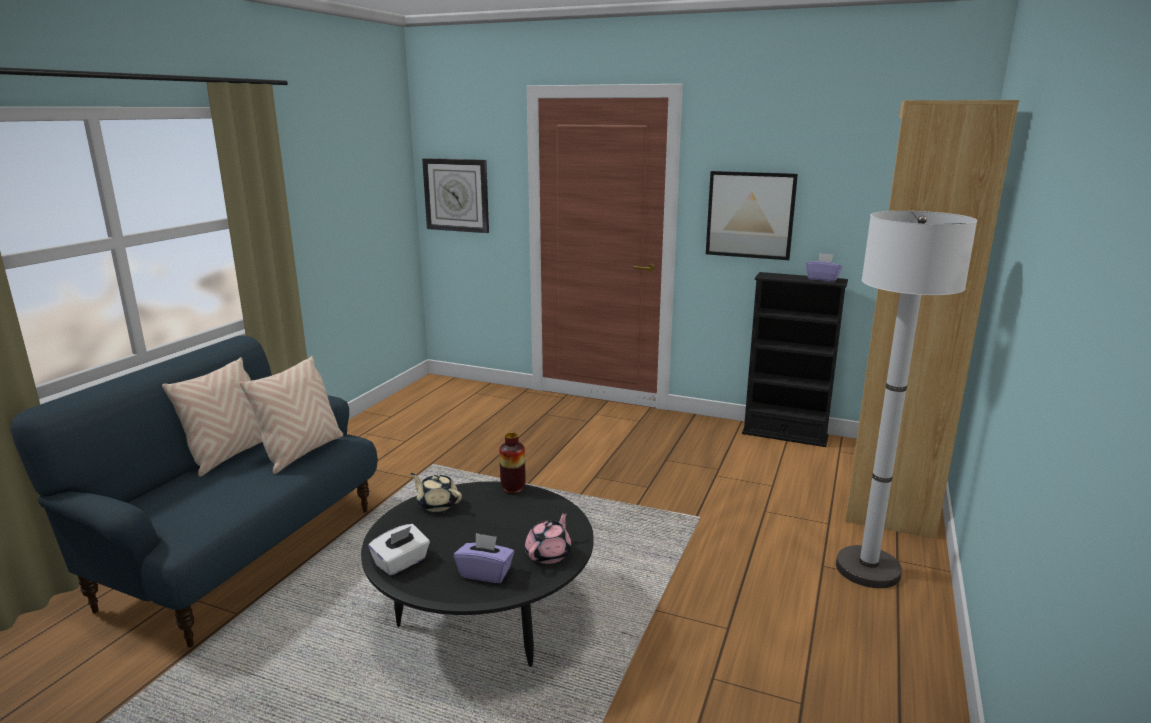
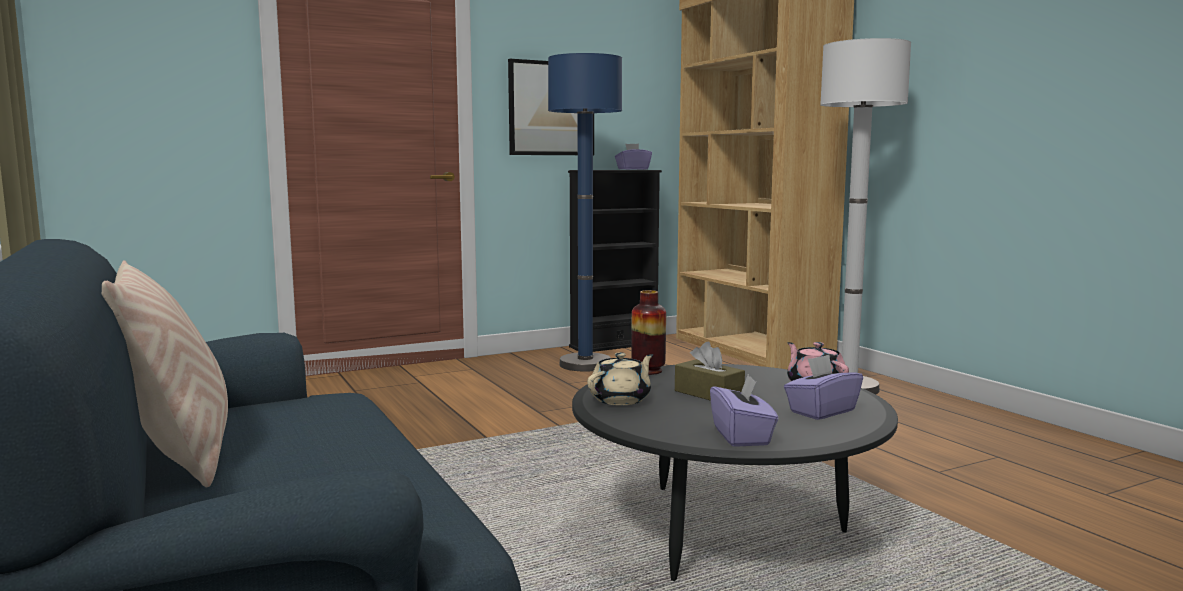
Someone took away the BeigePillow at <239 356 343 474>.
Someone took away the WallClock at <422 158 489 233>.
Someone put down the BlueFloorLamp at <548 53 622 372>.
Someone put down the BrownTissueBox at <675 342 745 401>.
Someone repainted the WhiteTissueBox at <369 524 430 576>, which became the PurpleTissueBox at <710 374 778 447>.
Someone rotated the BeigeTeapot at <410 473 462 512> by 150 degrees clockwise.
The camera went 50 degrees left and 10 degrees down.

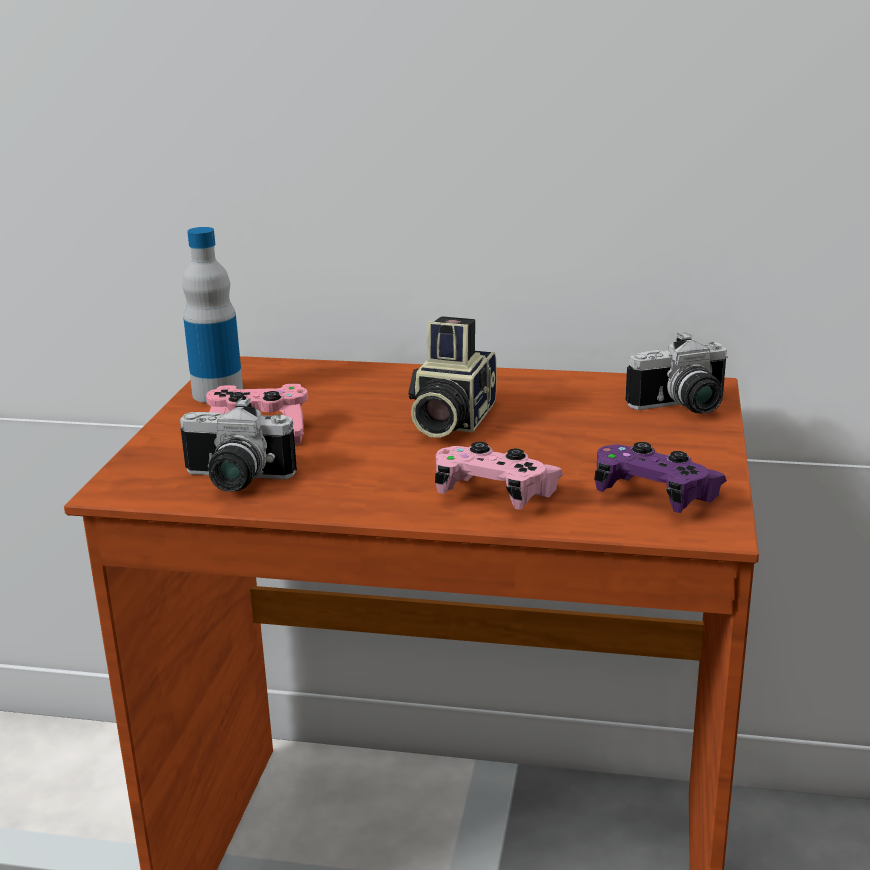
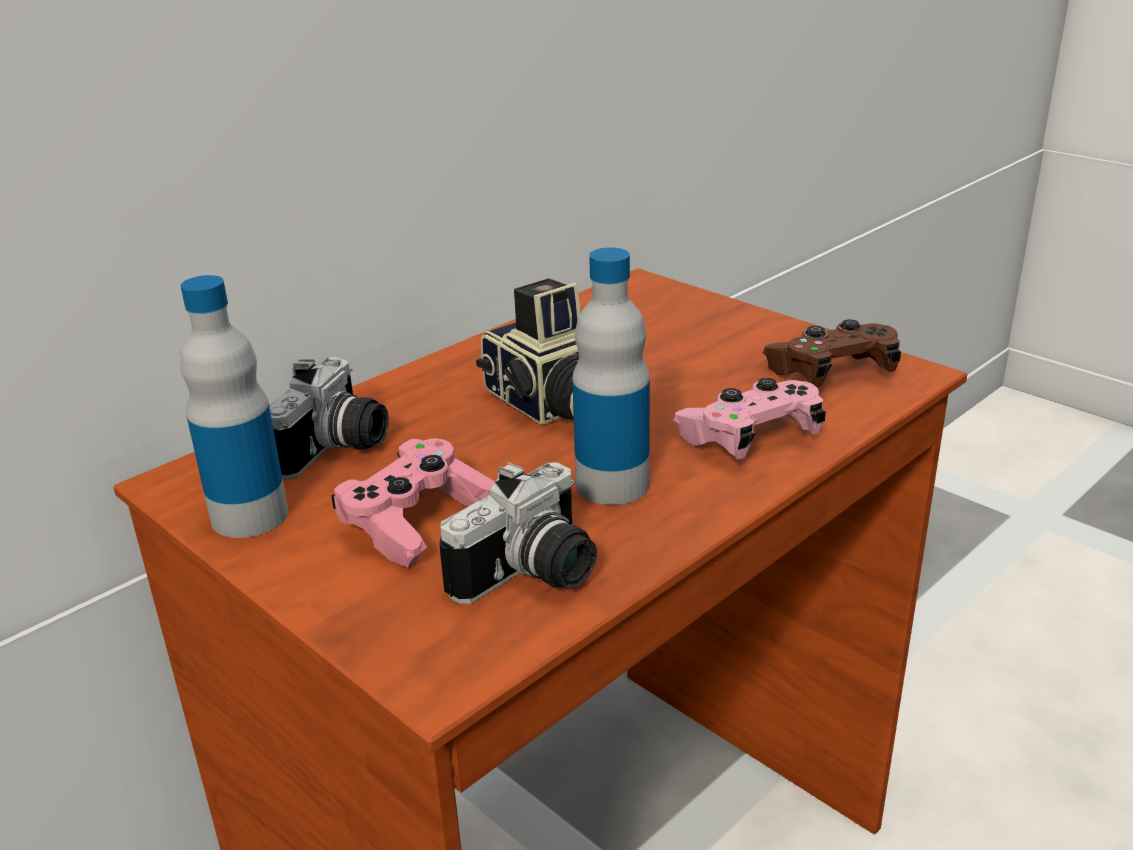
Someone put down the Bottle at <572 247 650 505>.
Someone carried the PhotoCamera from <626 332 728 413> to <269 357 389 480>.
Someone repainted the PurpleGameController at <594 442 727 513>, which became the BrownGameController at <762 319 901 387>.
The camera went 55 degrees left and 5 degrees up.

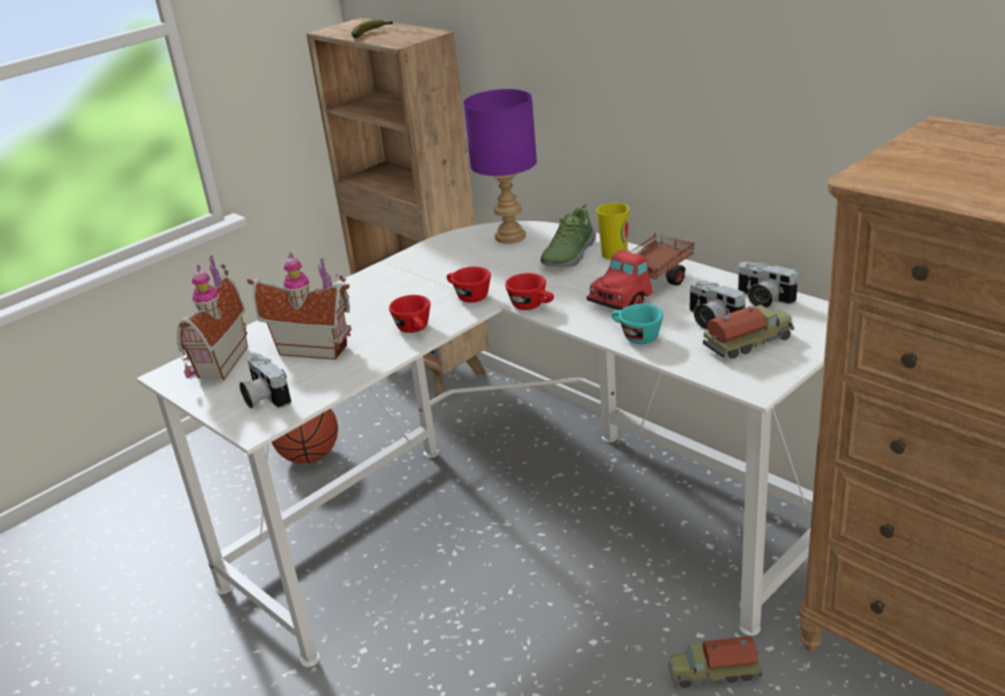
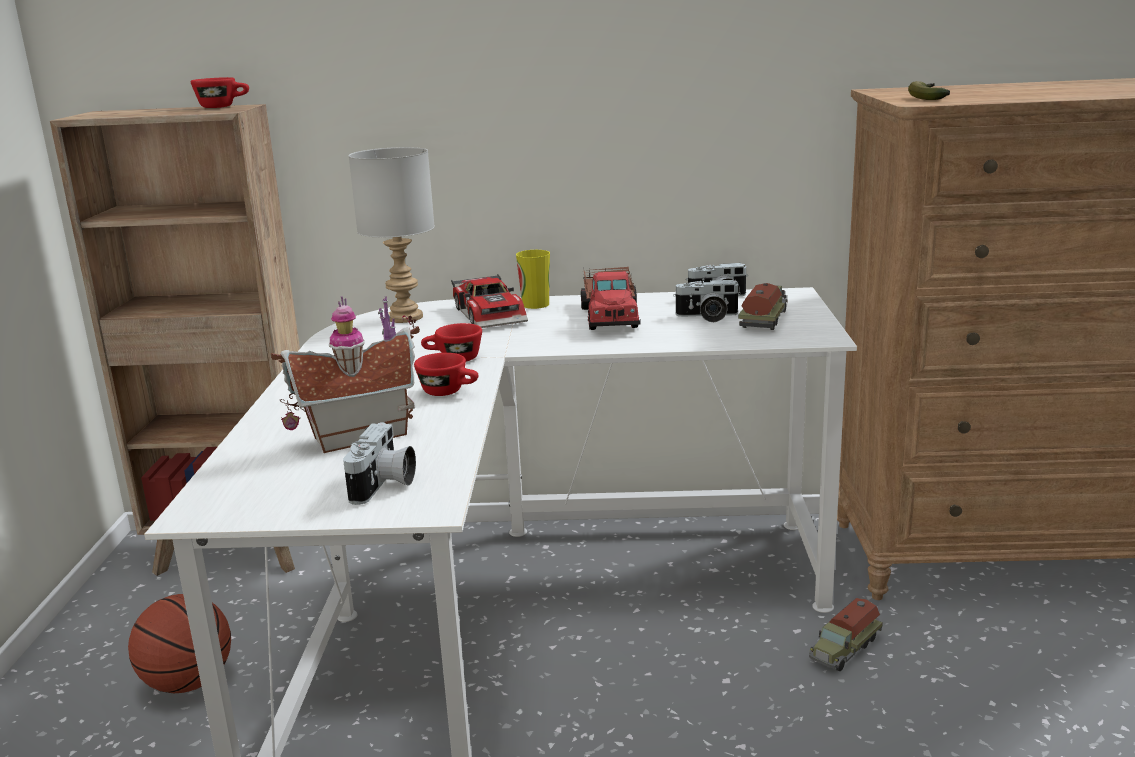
Someone took away the ToyHouse at <177 255 248 380>.
Someone took away the TurquoiseCup at <611 304 663 344>.
Someone carried the Banana from <351 19 394 38> to <908 81 950 100>.
Someone carried the RedCup from <505 273 554 310> to <191 77 249 108>.
Someone swapped the Shoe at <541 204 596 268> for the ToyCar at <451 274 528 328>.
Someone repainted the PurpleTableLamp at <463 89 537 244>, which became the GreyTableLamp at <348 147 435 323>.
Someone rotated the PhotoCamera at <239 354 292 408> by 90 degrees counterclockwise.
The camera went 45 degrees left and 10 degrees down.

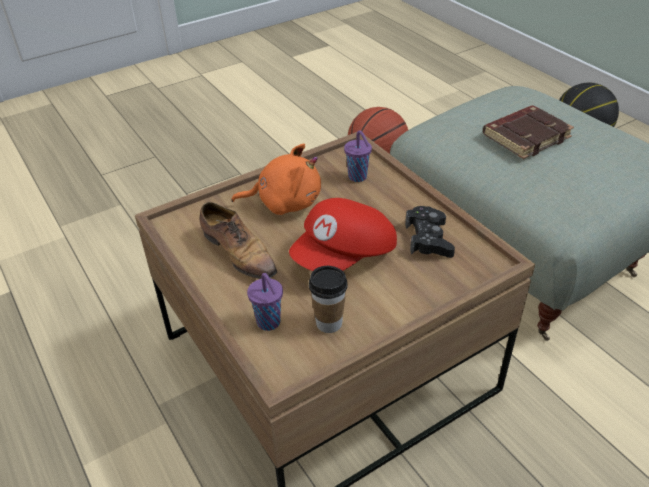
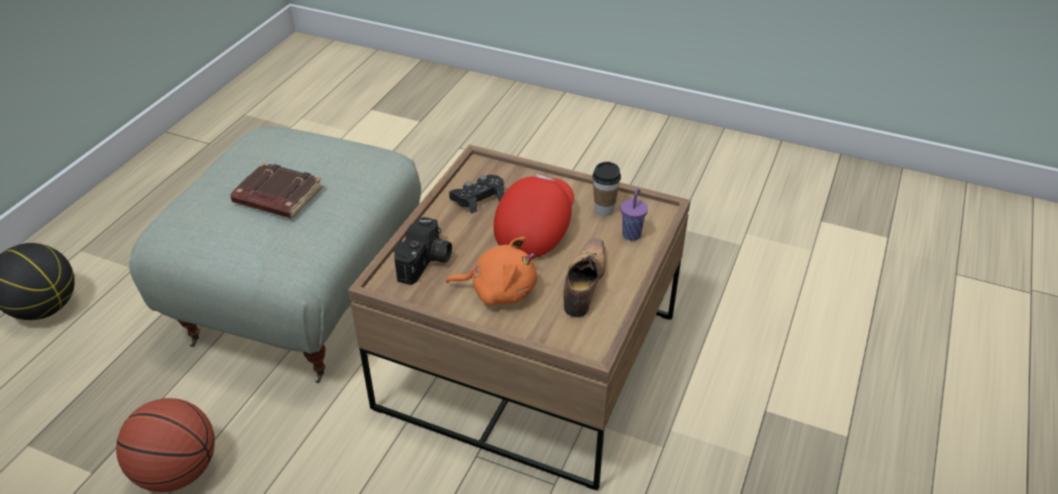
Someone swapped the PurpleCup at <344 130 372 182> for the PhotoCamera at <394 217 452 285>.
Someone rotated the OrangePlushToy at <232 144 321 215> by 135 degrees clockwise.
Someone rotated the RedCap at <289 198 397 271> by 75 degrees counterclockwise.
The camera went 125 degrees left and 0 degrees up.

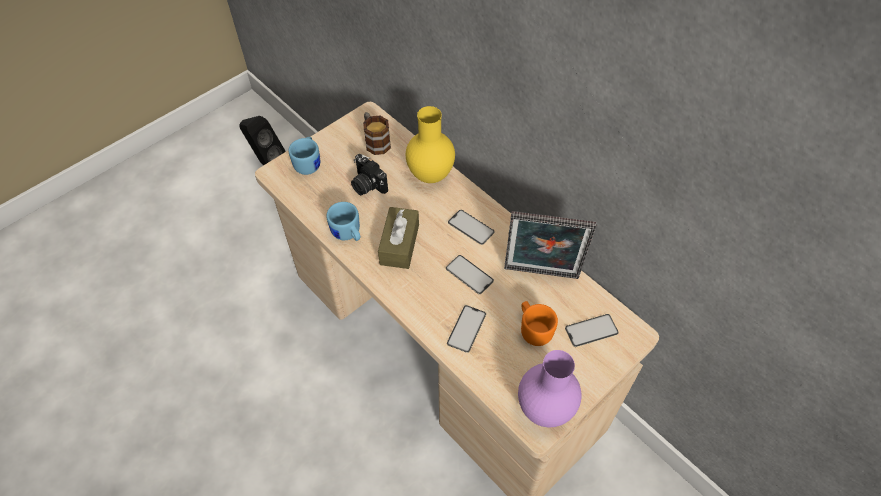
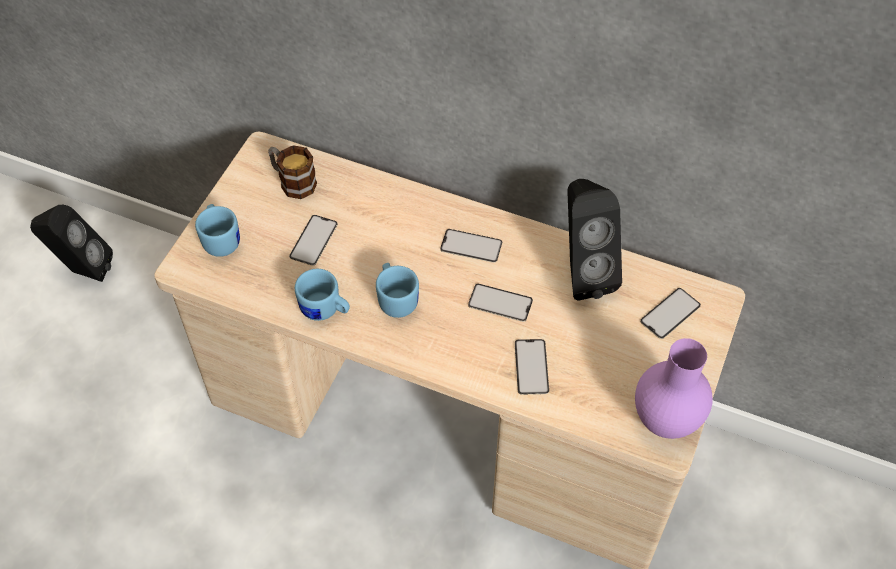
Someone took away the YellowVase at <406 106 455 183>.
Someone took away the OrangeMug at <521 301 558 346>.
Someone swapped the PhotoCamera at <351 154 388 195> for the Phone at <289 215 338 266>.
Someone swapped the BrownTissueBox at <378 207 419 269> for the BlueMug at <376 263 419 318>.
Someone swapped the PictureFrame at <504 211 596 279> for the BlackSpeaker at <568 179 622 300>.
The camera went 25 degrees left and 0 degrees up.

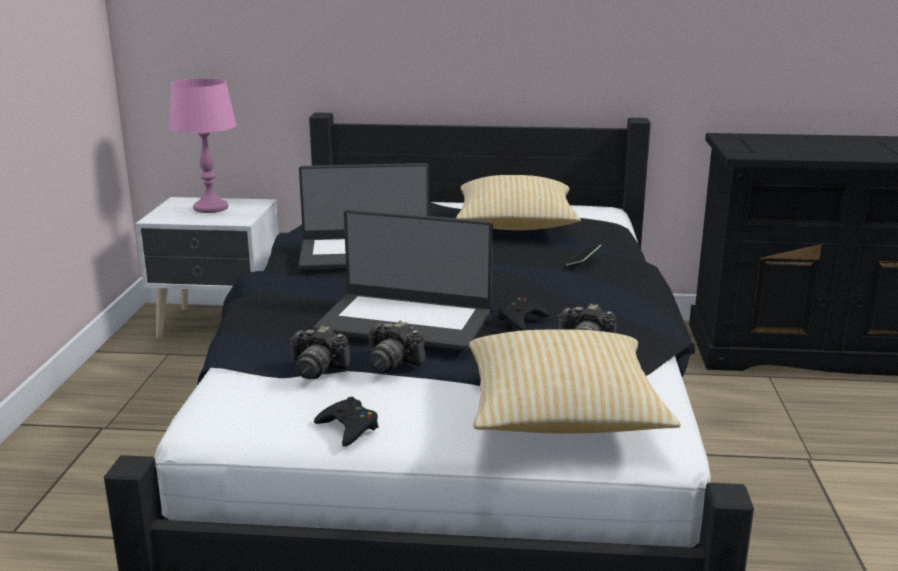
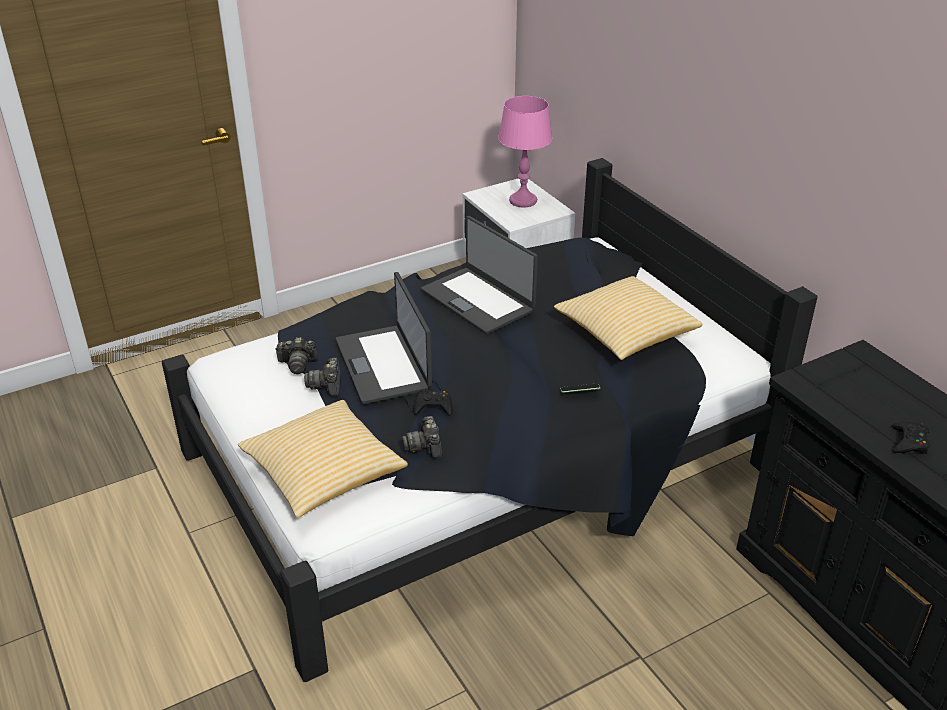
Someone carried the BlackGameController from <314 397 379 447> to <891 422 930 454>.
Someone rotated the PhotoCamera at <290 326 351 379> by 75 degrees counterclockwise.
The camera went 55 degrees right and 15 degrees up.

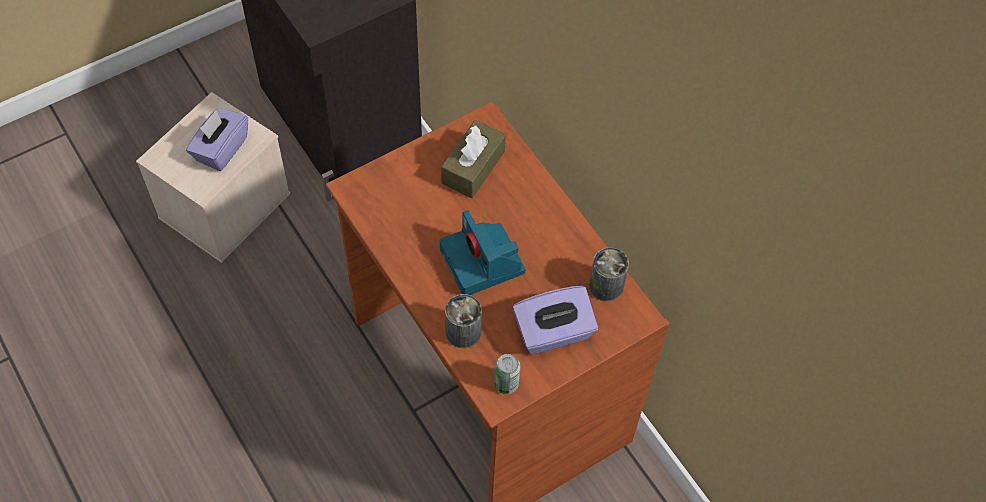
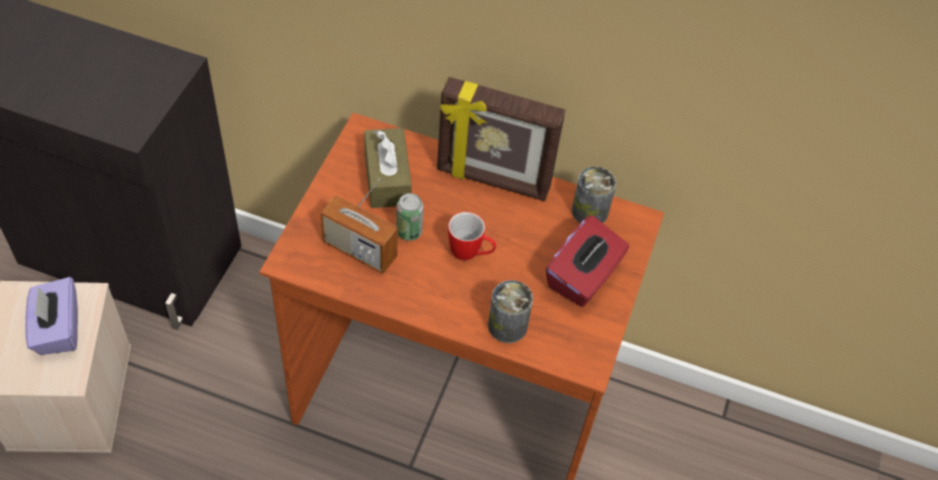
Someone put down the Radio at <320 178 398 274>.
Someone put down the PictureFrame at <437 77 565 201>.
Someone carried the Can from <494 354 520 394> to <396 193 423 241>.
Someone swapped the PhotoCamera at <439 211 525 295> for the Mug at <448 212 496 261>.
Someone repainted the PurpleTissueBox at <512 286 598 354>, which became the RedTissueBox at <546 215 629 307>.
The camera went 40 degrees left and 5 degrees down.

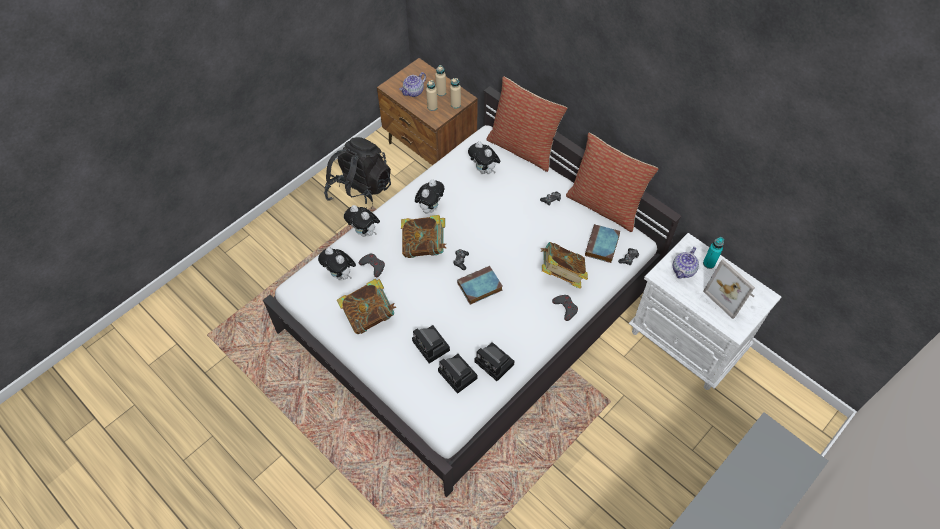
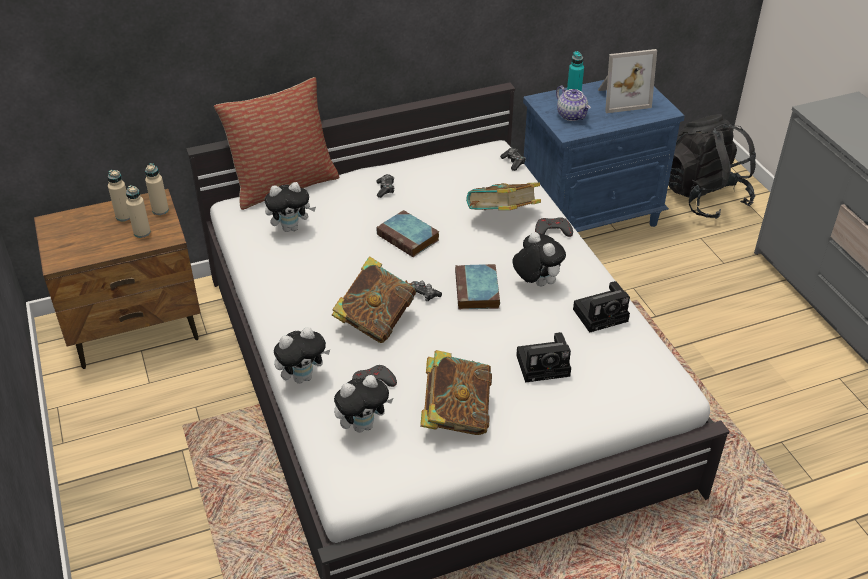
Someone took away the Teapot at <399 72 426 97>.
Someone took away the PhotoCamera at <438 354 478 394>.
Someone took away the Pillow at <566 133 659 232>.
Someone carried the BlackBackpack from <324 137 391 210> to <668 114 756 219>.
Someone carried the PlushToy from <415 179 444 214> to <512 232 566 286>.
Someone carried the Book from <585 224 620 263> to <376 210 439 257>.
Someone repainted the WhiteNightstand at <628 233 781 390>, which became the BlueNightstand at <523 80 685 232>.
The camera went 65 degrees left and 15 degrees down.

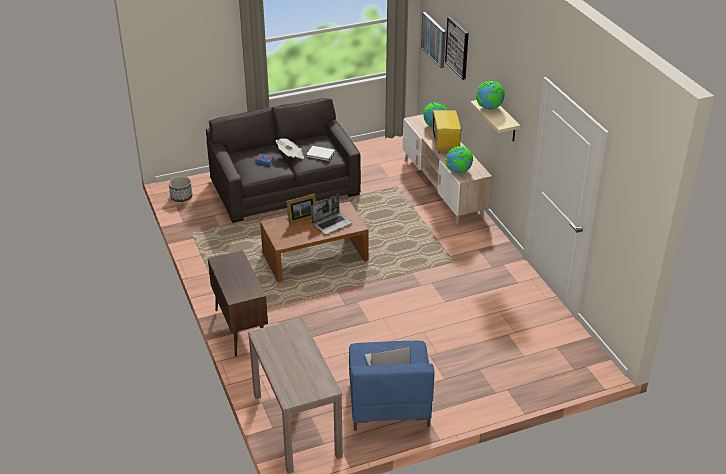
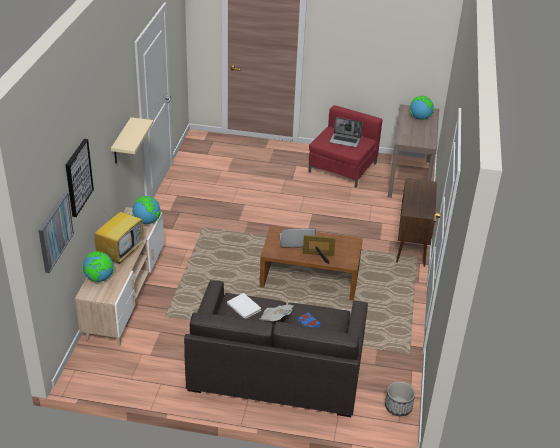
Someone carried the Globe from <476 81 505 110> to <410 96 434 120>.
Someone repainted the BlueArmchair at <349 341 434 431>, which became the RedArmchair at <308 105 382 188>.
The camera went 150 degrees left and 0 degrees up.

